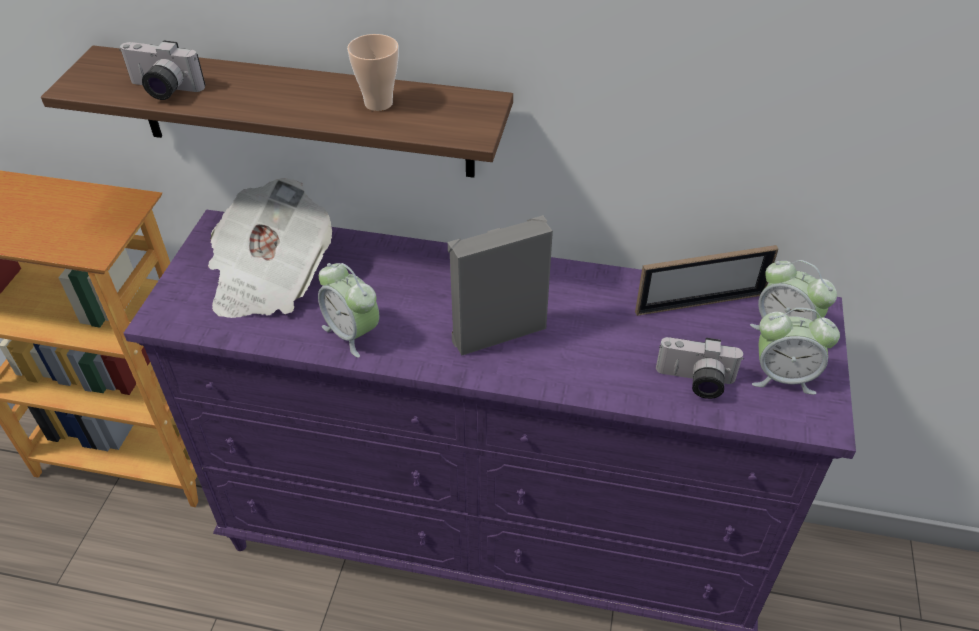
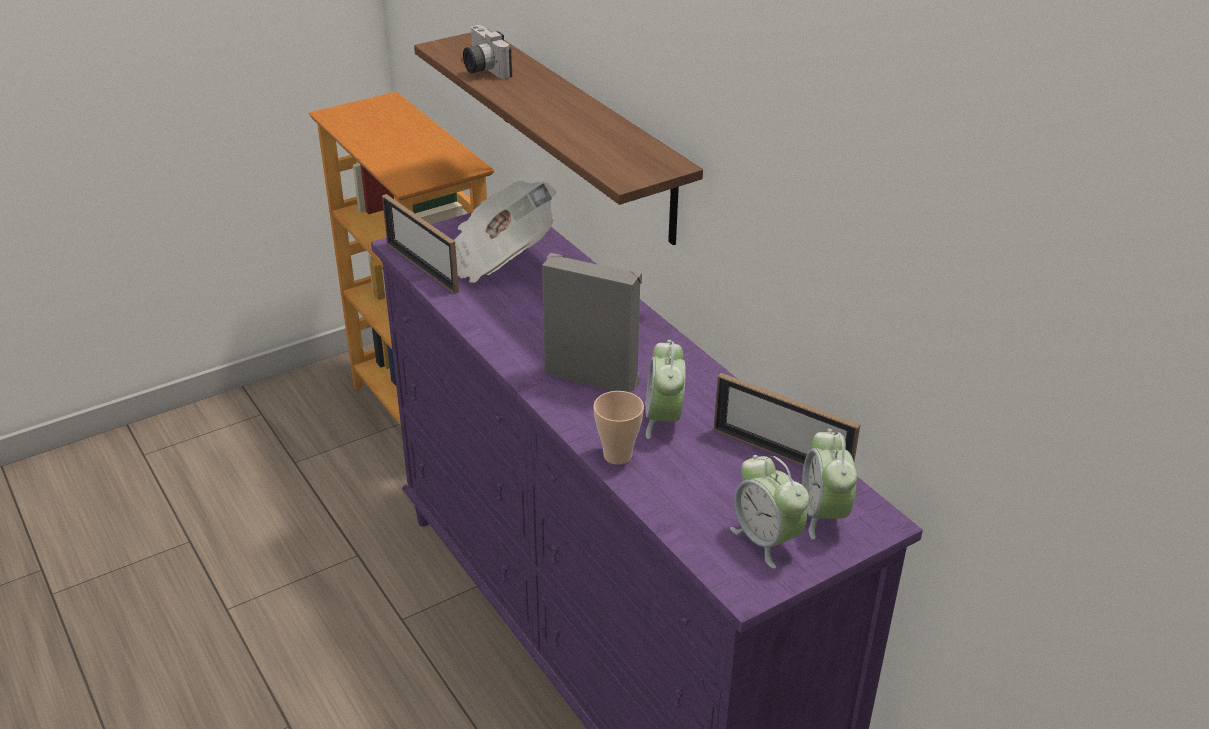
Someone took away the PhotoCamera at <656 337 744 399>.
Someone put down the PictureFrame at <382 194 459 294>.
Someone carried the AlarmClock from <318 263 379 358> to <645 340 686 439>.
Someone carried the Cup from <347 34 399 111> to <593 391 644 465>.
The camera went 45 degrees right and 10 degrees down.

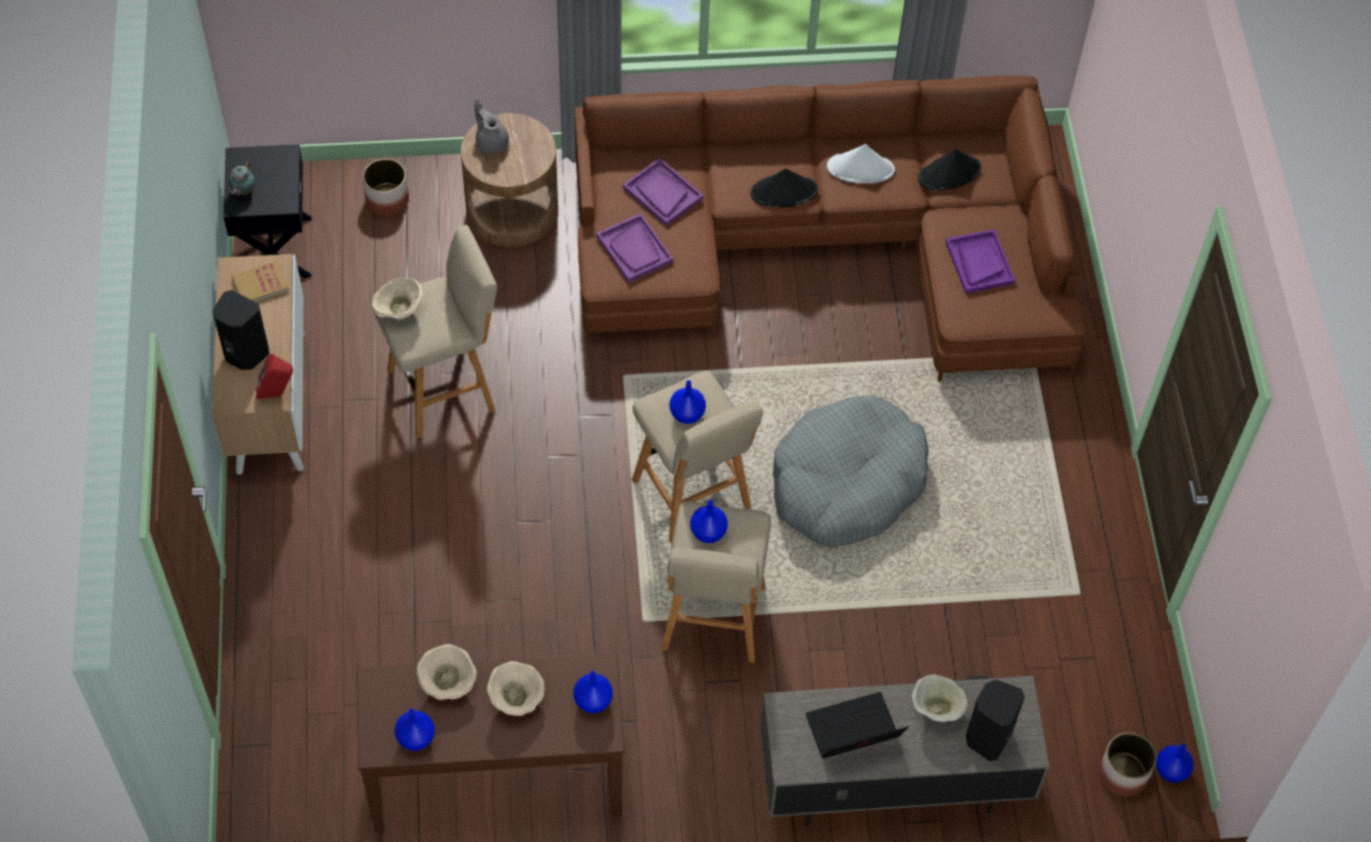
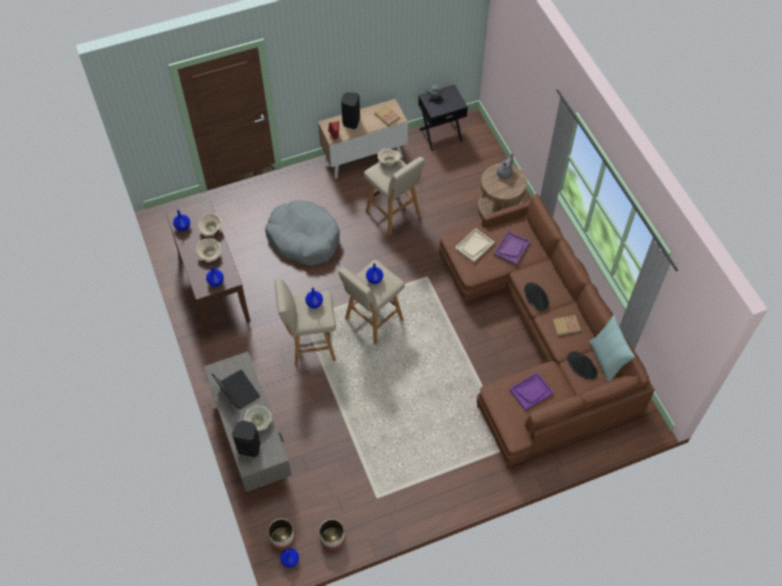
Someone put down the Pillow at <589 315 635 381>.
Someone carried the Planter from <363 159 409 215> to <319 519 345 551>.
Someone carried the GreyDogBed from <773 395 929 547> to <265 200 340 266>.
Someone swapped the WhiteHat at <827 144 895 184> for the Book at <552 315 581 336>.
Someone repainted the PurpleTray at <596 213 673 283>, which became the BeigeTray at <455 228 495 263>.
The camera went 75 degrees right and 0 degrees up.

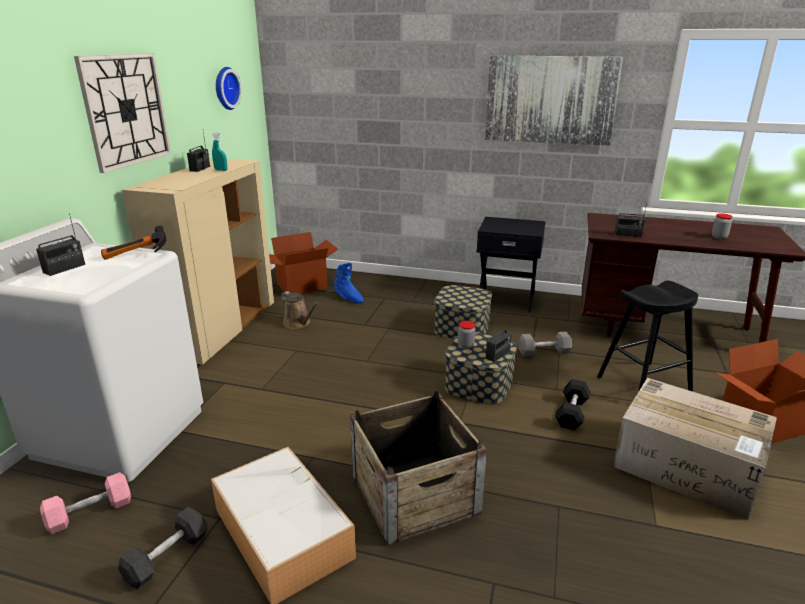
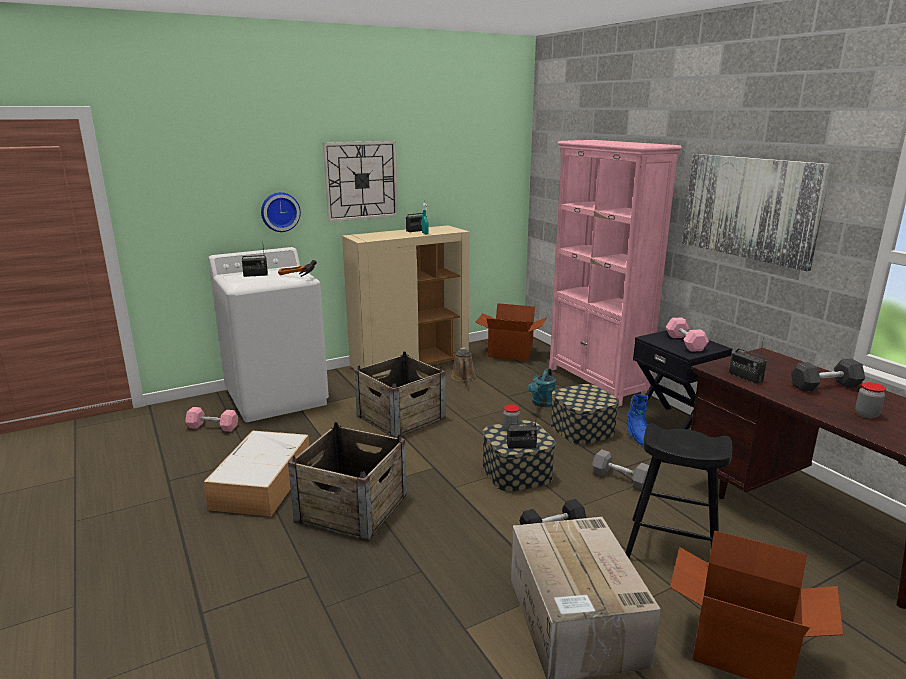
Someone put down the Crate at <354 351 446 438>.
Someone put down the TurquoiseWateringCan at <528 368 556 407>.
Someone put down the PinkBookcase at <549 140 682 407>.
Someone put down the PinkDumbbell at <666 317 709 352>.
Someone carried the GreyDumbbell from <118 507 208 589> to <791 359 865 392>.
Someone carried the WallClock from <216 67 242 110> to <261 192 301 232>.
Someone carried the BlueBoot from <334 263 364 303> to <626 394 648 445>.
The camera went 45 degrees right and 5 degrees down.

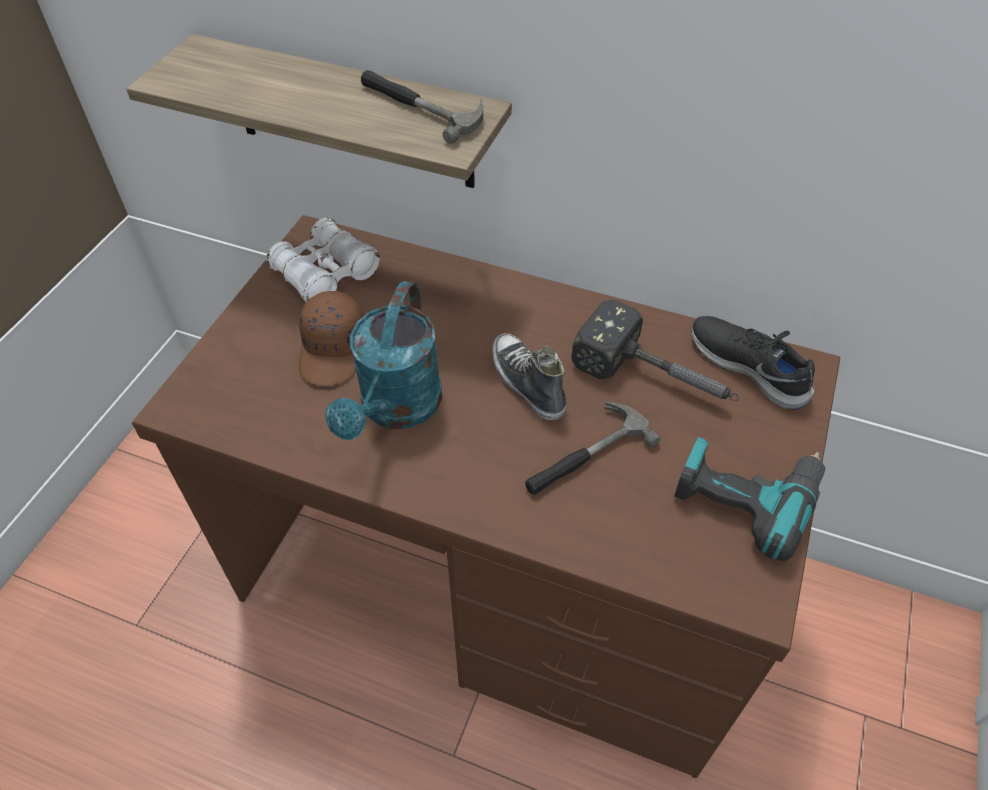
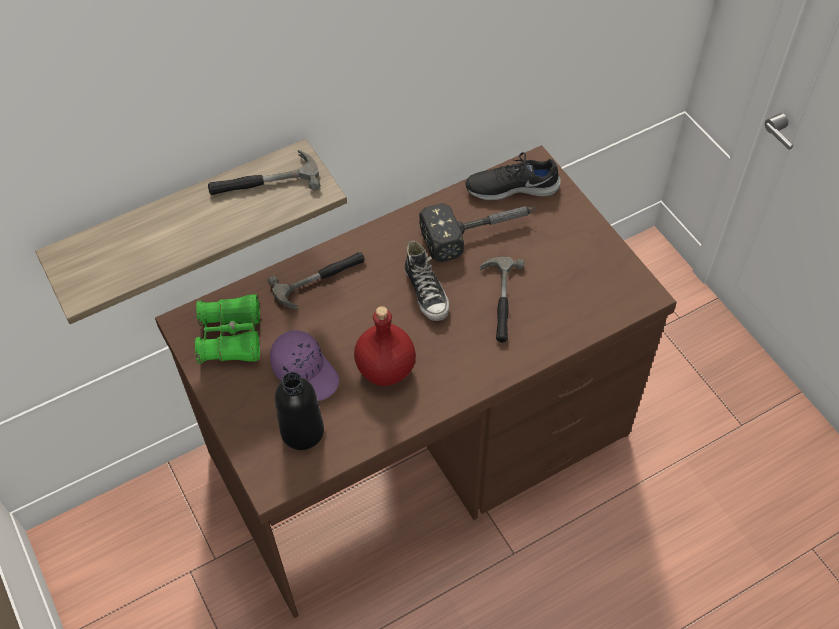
Someone took away the PowerDrill at <674 437 825 561>.
Someone put down the Hammer at <268 252 365 310>.
Someone put down the BlackBottle at <275 372 324 450>.
Someone swapped the TurquoiseWateringCan at <325 281 442 440> for the RedBottle at <354 306 416 386>.
Someone repainted the WhiteBinoculars at <266 217 380 302>, which became the GreenBinoculars at <195 294 260 364>.
Someone repainted the BrownCap at <299 291 364 386>, which became the PurpleCap at <270 330 339 401>.
Someone rotated the Shoe at <492 333 567 420> by 120 degrees counterclockwise.
The camera went 50 degrees left and 5 degrees up.

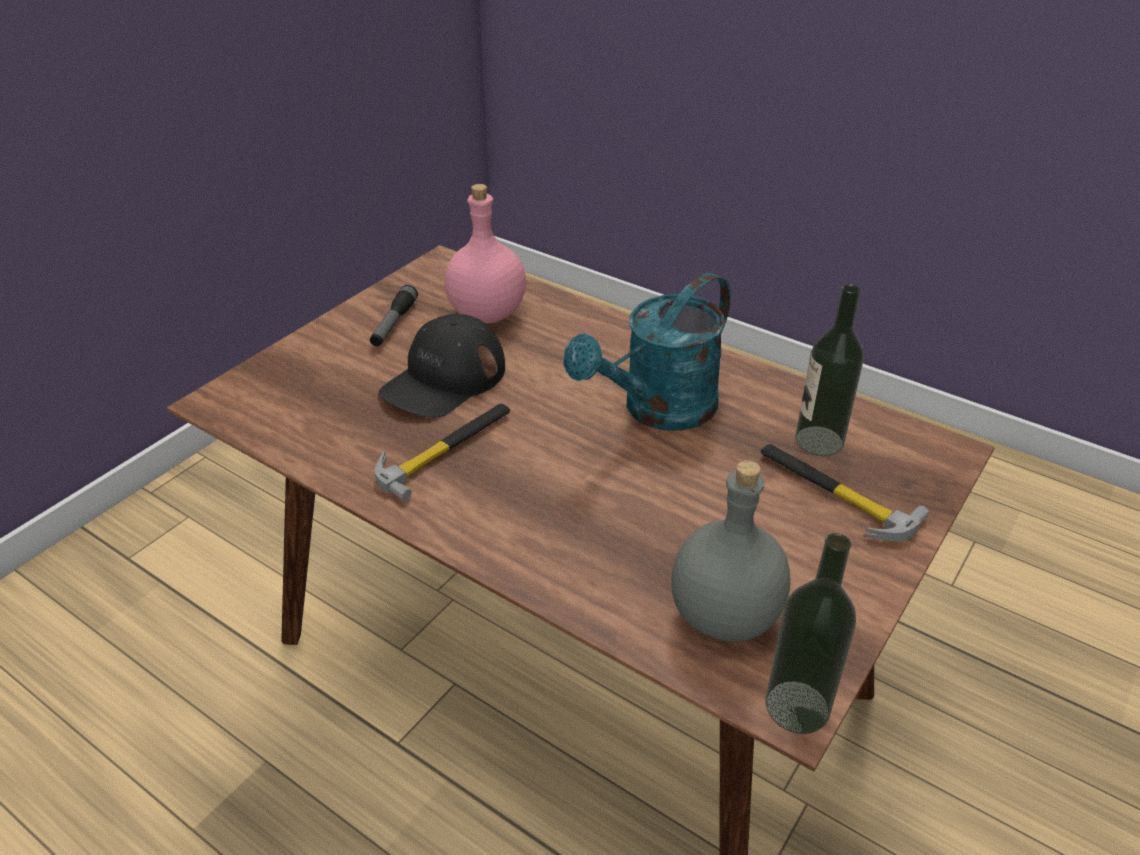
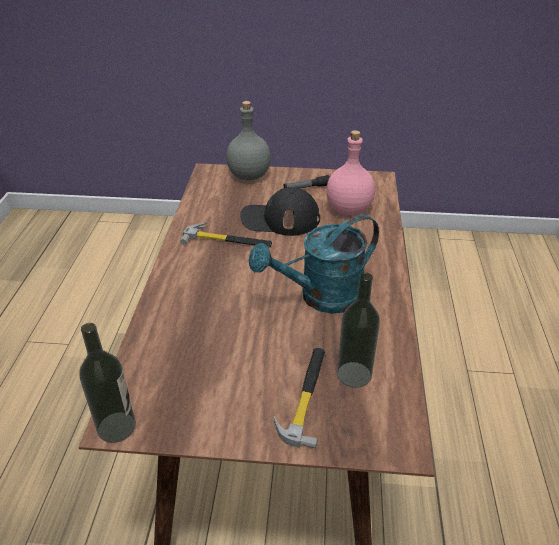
Someone carried the GreyBottle from <671 460 790 642> to <226 101 271 180>.
Someone rotated the TurquoiseWateringCan at <563 273 731 431> by 45 degrees counterclockwise.
The camera went 60 degrees right and 0 degrees up.

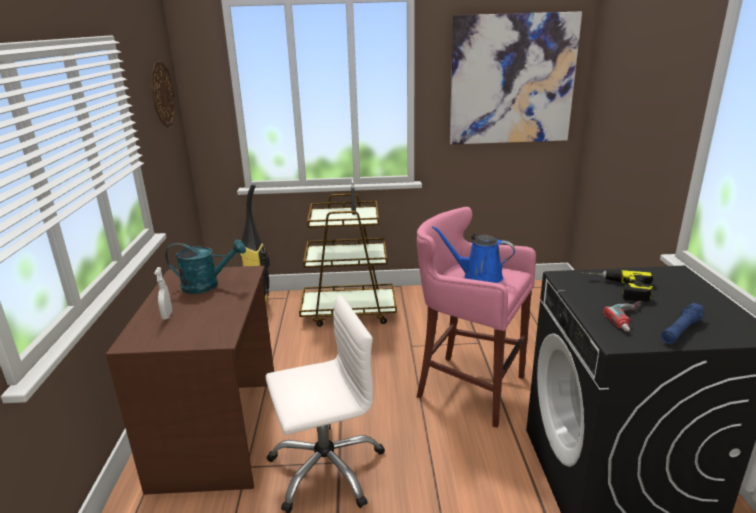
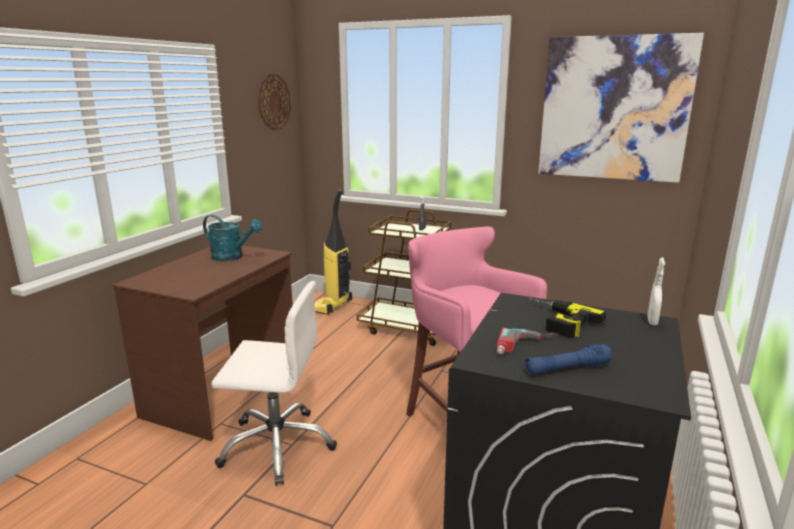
Someone took away the BlueWateringCan at <432 226 515 283>.
Someone carried the WhiteSprayBottle from <154 267 172 320> to <647 257 665 326>.
The camera went 25 degrees right and 5 degrees down.

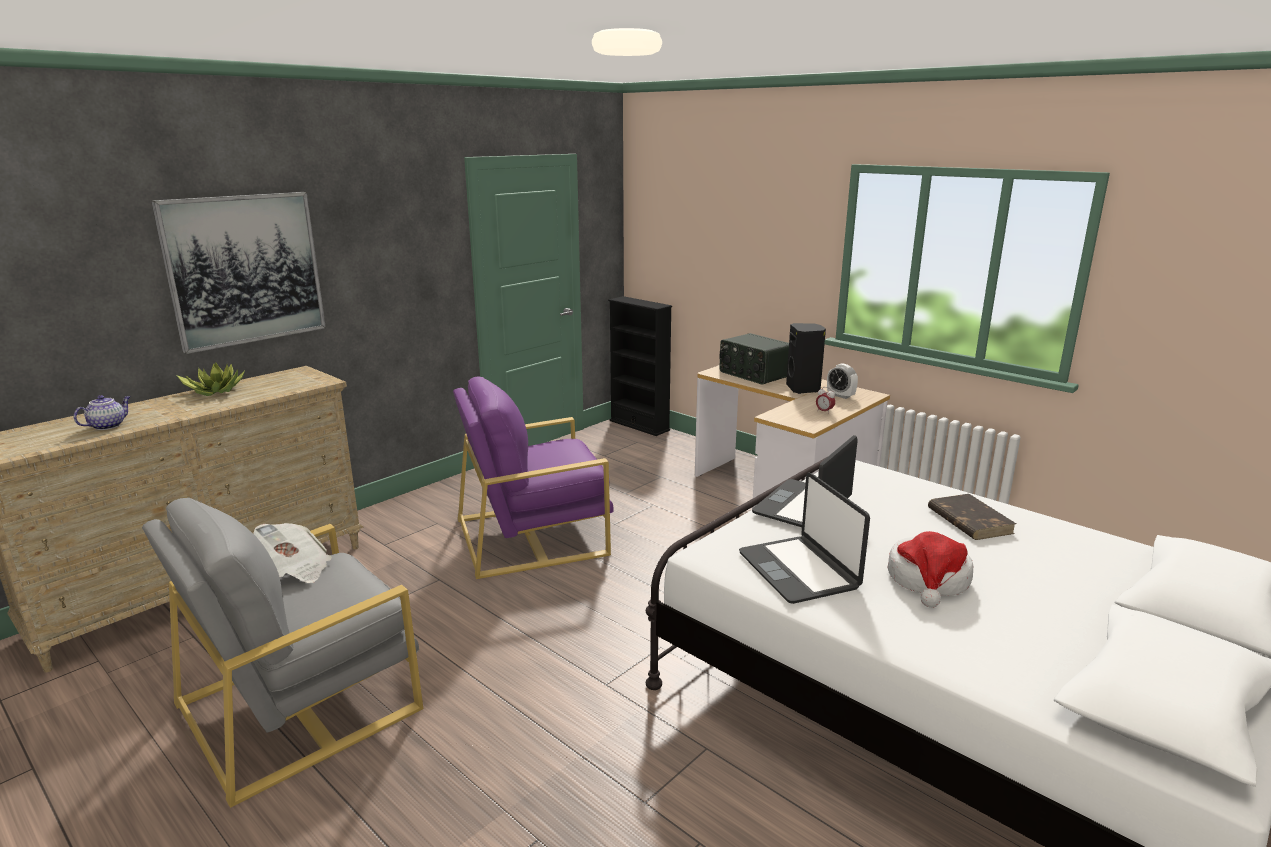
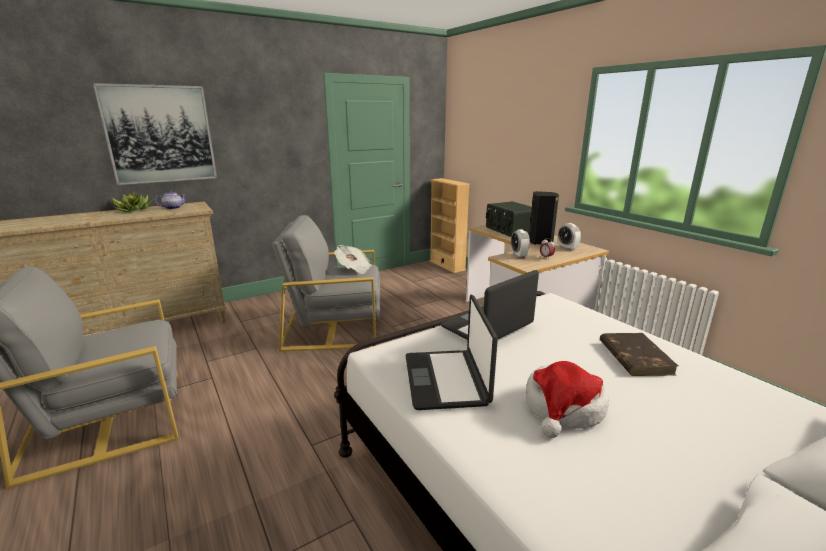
Someone put down the AlarmClock at <511 229 530 259>.
Someone carried the Teapot from <74 395 131 430> to <155 190 187 209>.
Someone carried the Newspaper from <253 523 332 583> to <334 245 372 274>.
Someone repainted the PurpleArmchair at <453 376 614 579>, which became the GreyArmchair at <272 215 380 352>.
Someone repainted the BlackBookcase at <608 296 672 436>, which became the BeigeBookcase at <429 178 470 273>.
The camera went 15 degrees right and 0 degrees up.

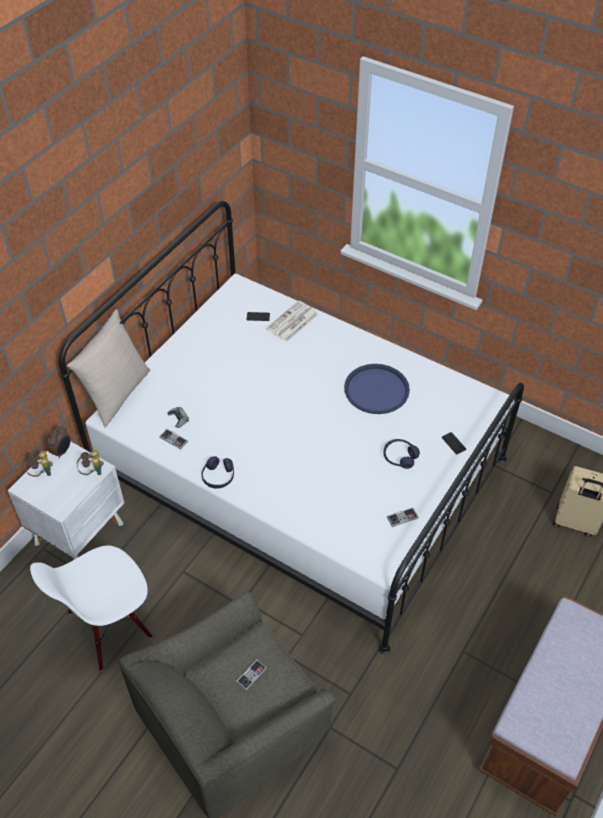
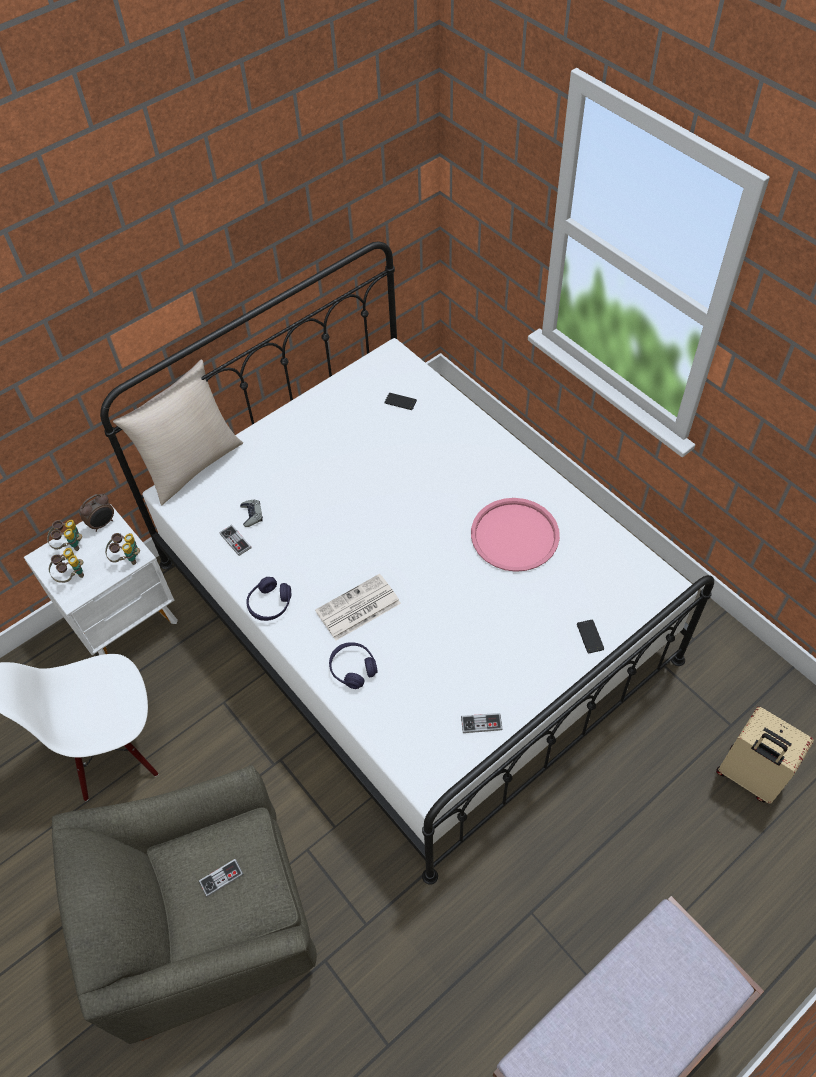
Someone put down the Binoculars at <49 548 84 583>.
Someone carried the Newspaper from <266 301 318 342> to <315 574 401 641>.
Someone carried the PurpleHeadphones from <383 439 420 469> to <329 642 378 689>.
Someone repainted the BlueTray at <344 364 410 414>, which became the PinkTray at <471 498 560 572>.
The camera went 20 degrees right and 5 degrees up.

